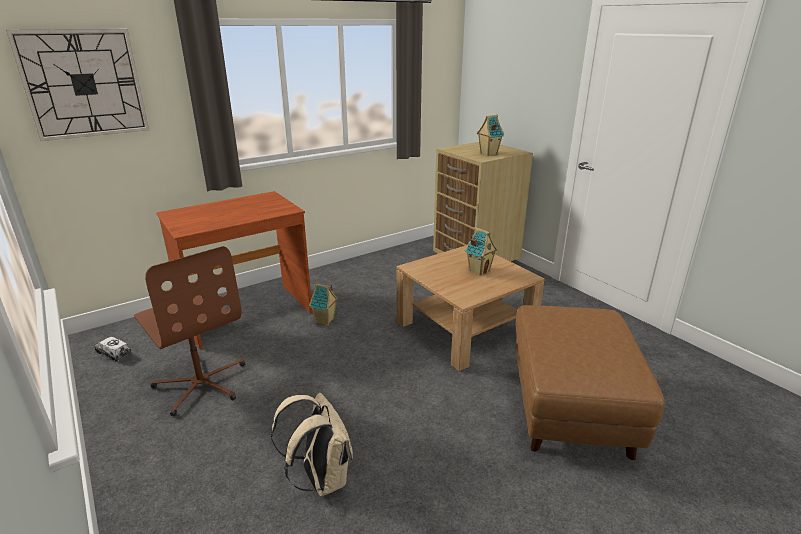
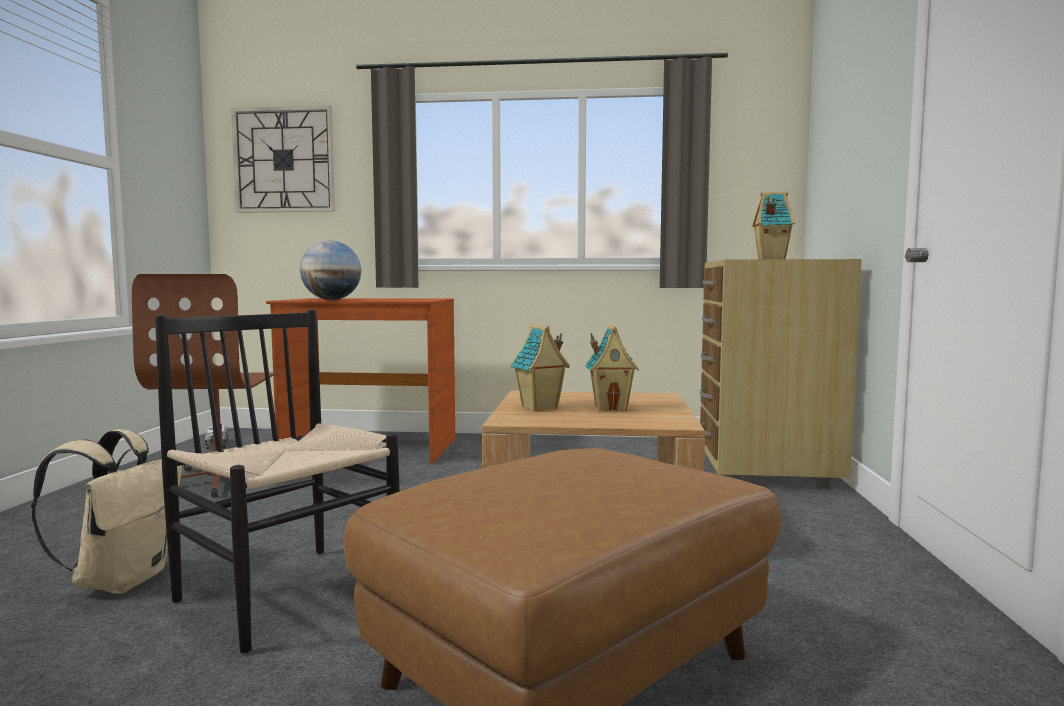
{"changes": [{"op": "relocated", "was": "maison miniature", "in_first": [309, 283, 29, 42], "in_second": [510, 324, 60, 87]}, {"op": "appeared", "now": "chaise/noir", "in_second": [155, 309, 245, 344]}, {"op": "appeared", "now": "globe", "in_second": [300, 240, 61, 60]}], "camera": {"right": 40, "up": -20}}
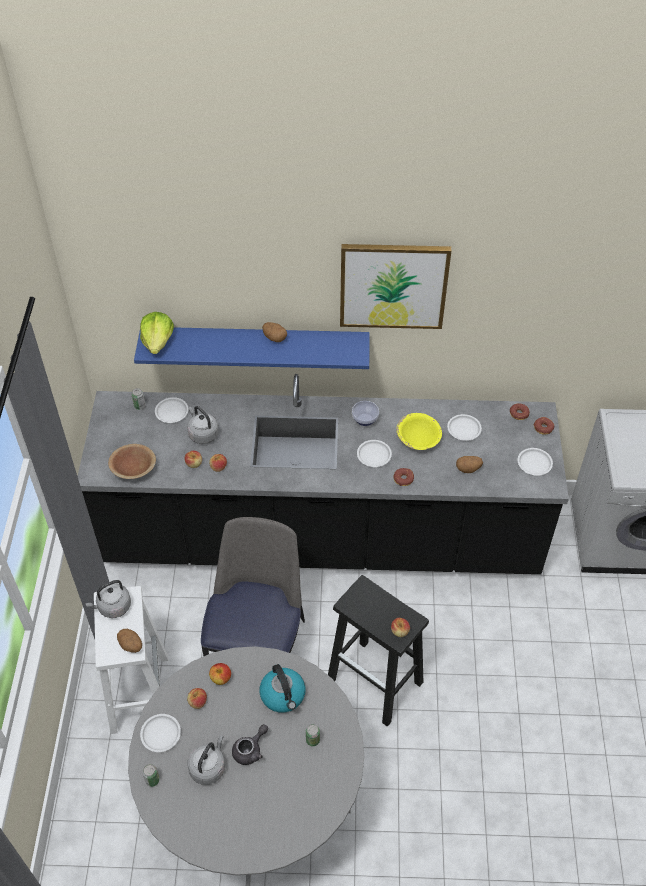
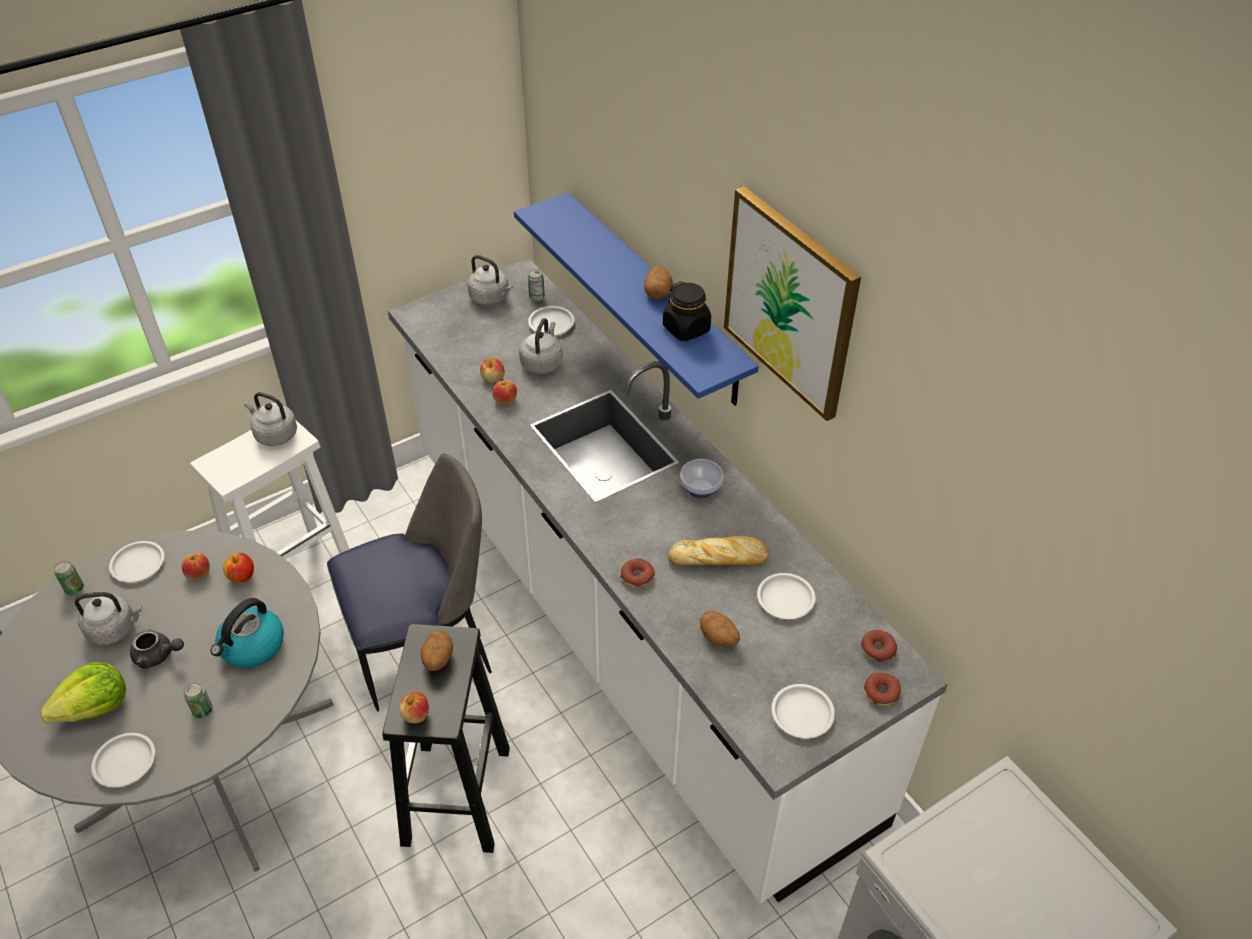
{"changes": [{"op": "colour", "was": "comptoir de cuisine/noir", "now": "comptoir de cuisine/blanc", "in_first": [78, 374, 491, 201], "in_second": [388, 258, 560, 645]}, {"op": "missing", "was": "bol/marron", "in_first": [108, 444, 48, 35]}, {"op": "relocated", "was": "pomme de terre", "in_first": [117, 629, 25, 24], "in_second": [420, 630, 33, 41]}, {"op": "relocated", "was": "laitue", "in_first": [140, 312, 34, 42], "in_second": [40, 662, 86, 61]}, {"op": "relocated", "was": "assiette/blanc", "in_first": [357, 440, 35, 27], "in_second": [91, 733, 64, 54]}, {"op": "exchanged", "was": "bol/jaune", "now": "pain", "in_first": [397, 413, 45, 37], "in_second": [668, 536, 100, 30]}, {"op": "appeared", "now": "bouilloire/gris", "in_second": [467, 255, 46, 50]}, {"op": "appeared", "now": "bocal/noir", "in_second": [663, 281, 48, 60]}], "camera": {"right": 55, "up": -5}}
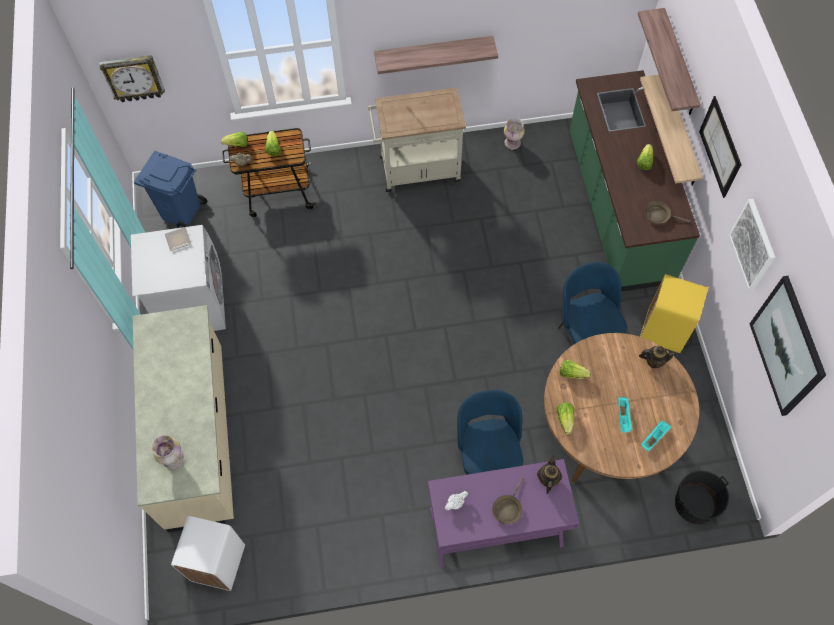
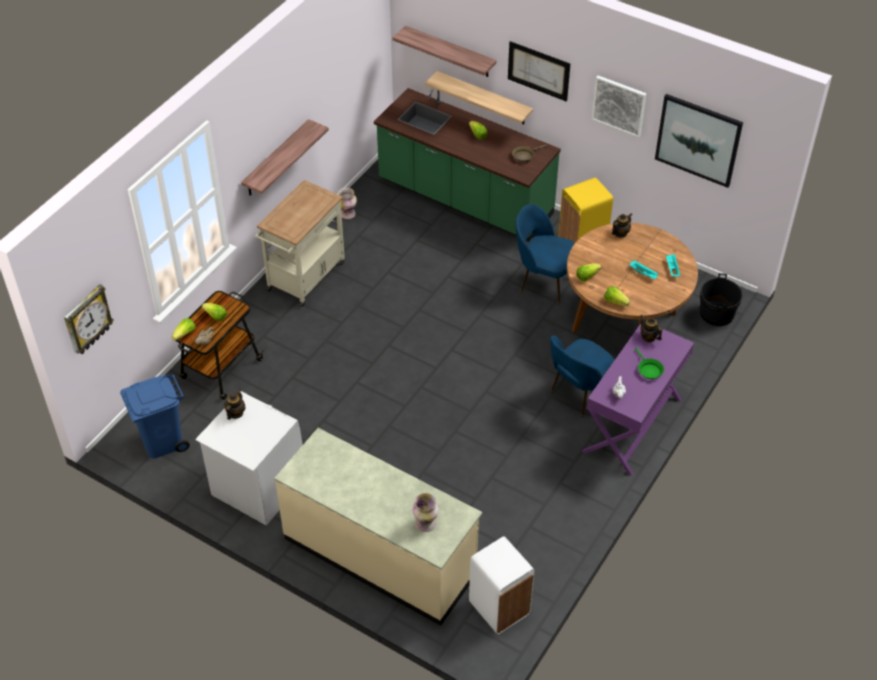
{"changes": [{"op": "exchanged", "was": "assiette", "now": "théière", "in_first": [165, 227, 26, 24], "in_second": [224, 389, 22, 31]}, {"op": "spun", "was": "chaise/bleu", "in_first": [457, 390, 66, 85], "in_second": [550, 336, 65, 81], "clockwise": -75}, {"op": "colour", "was": "poêle/marron", "now": "poêle/vert", "in_first": [492, 477, 32, 47], "in_second": [635, 348, 29, 31]}], "camera": {"right": -50, "up": -15}}
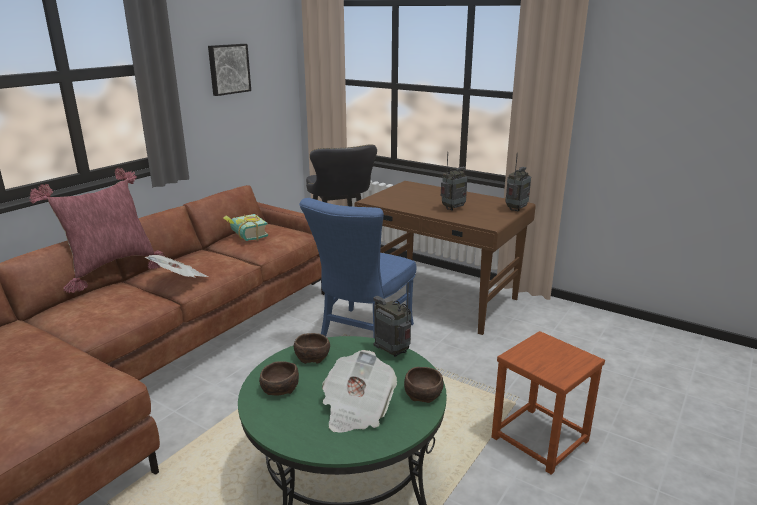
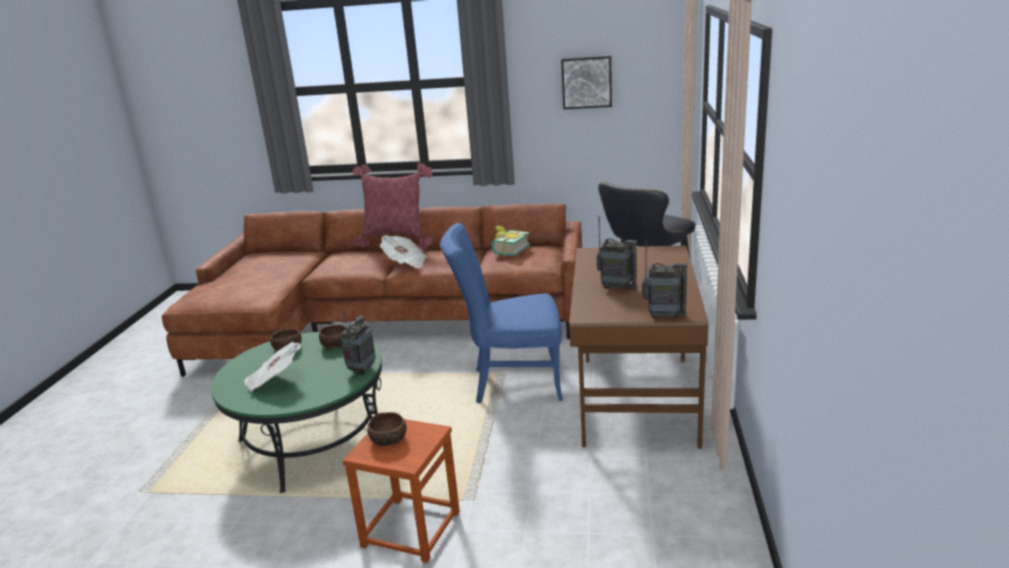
{"changes": [{"op": "relocated", "was": "bol/marron", "in_first": [404, 367, 40, 36], "in_second": [367, 412, 40, 35]}], "camera": {"right": 65, "up": 0}}
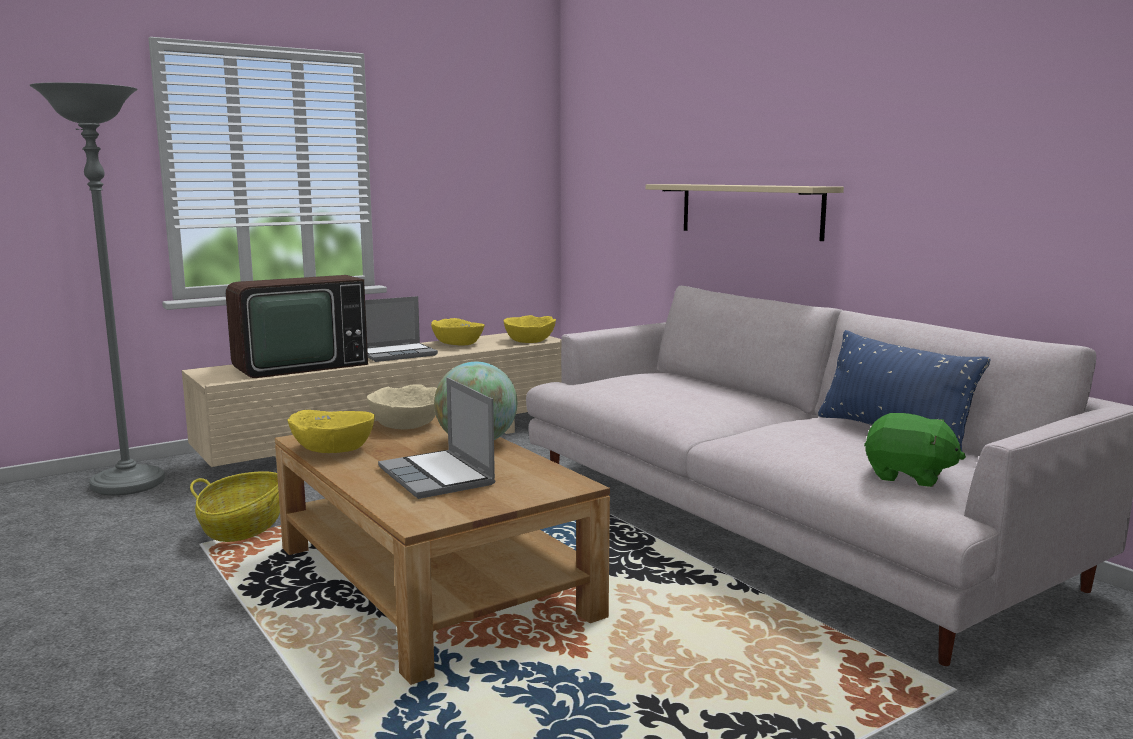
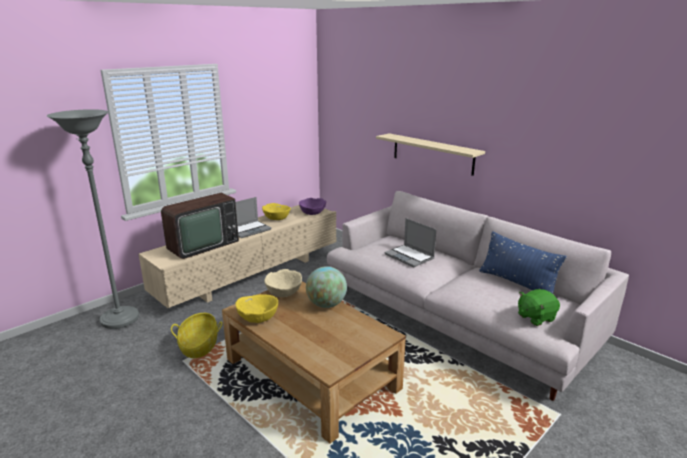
{"changes": [{"op": "relocated", "was": "ordinateur portable", "in_first": [378, 377, 118, 122], "in_second": [385, 218, 51, 49]}, {"op": "colour", "was": "bol/jaune", "now": "bol/violet", "in_first": [504, 315, 52, 28], "in_second": [299, 198, 27, 17]}, {"op": "spun", "was": "peluche/vert", "in_first": [864, 413, 102, 74], "in_second": [518, 289, 42, 37], "clockwise": 135}], "camera": {"right": -10, "up": 10}}
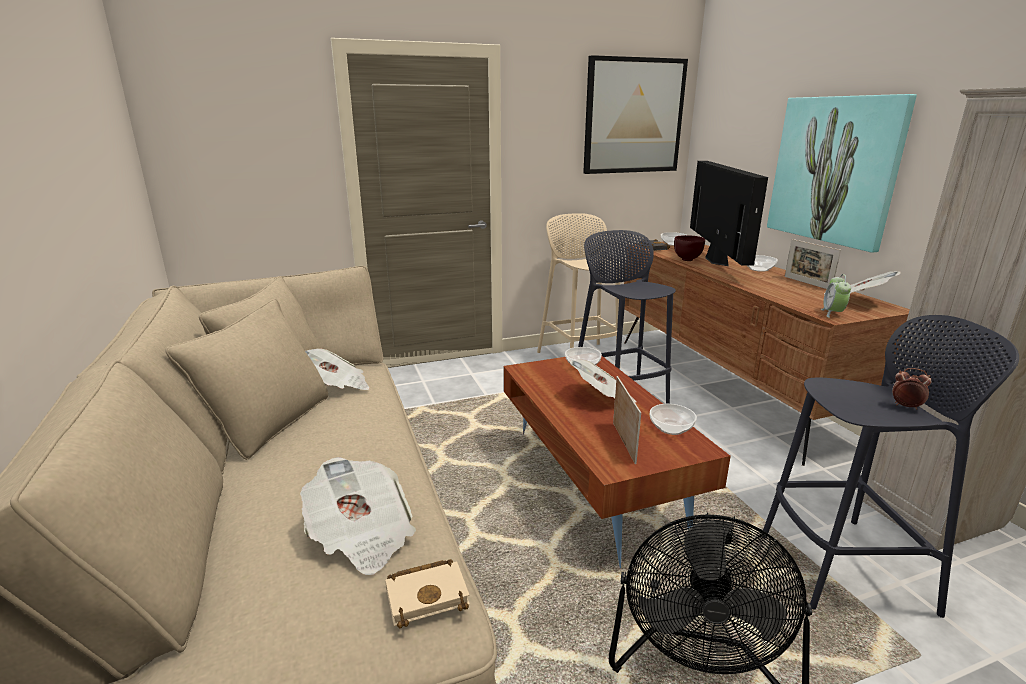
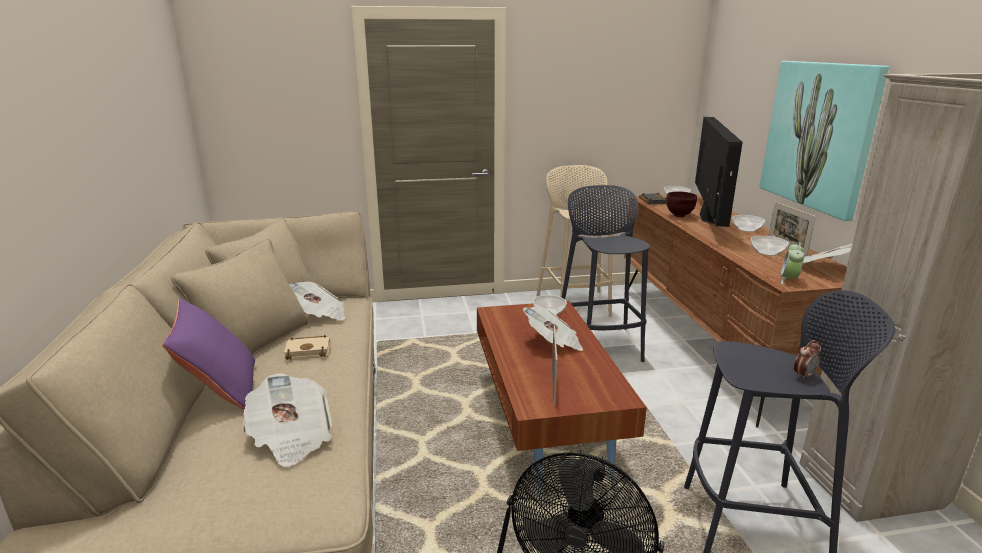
{"changes": [{"op": "relocated", "was": "livre/beige", "in_first": [386, 559, 84, 70], "in_second": [284, 335, 46, 25]}, {"op": "missing", "was": "tableau", "in_first": [583, 55, 105, 119]}, {"op": "relocated", "was": "bol", "in_first": [650, 404, 47, 31], "in_second": [751, 236, 38, 20]}, {"op": "spun", "was": "réveil", "in_first": [892, 368, 40, 42], "in_second": [794, 340, 28, 40], "clockwise": 105}, {"op": "appeared", "now": "coussin/violet", "in_second": [162, 298, 93, 111]}], "camera": {"right": 10, "up": 0}}
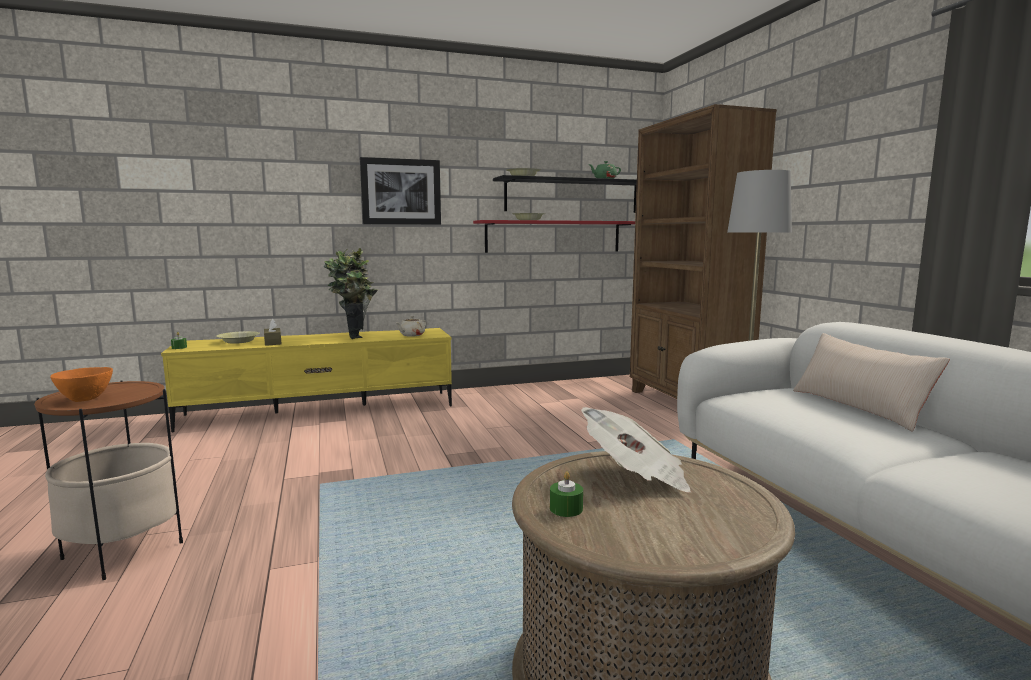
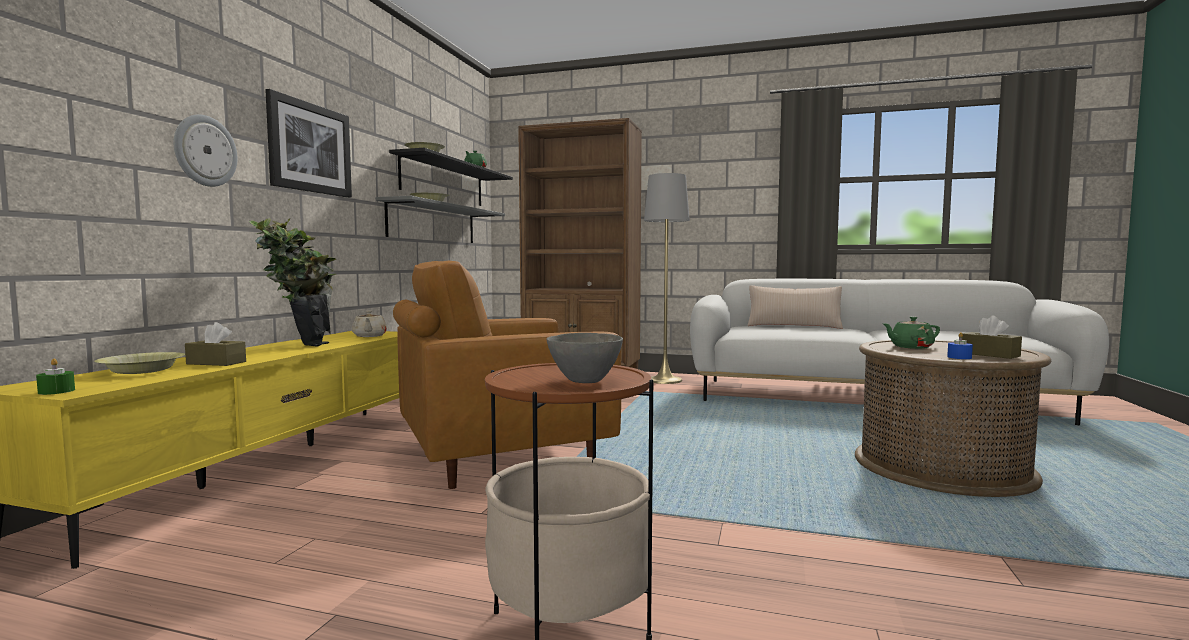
{"changes": [{"op": "colour", "was": "bol/orange", "now": "bol/gris", "in_first": [50, 367, 63, 35], "in_second": [547, 333, 76, 50]}, {"op": "colour", "was": "étagère/rouge", "now": "étagère/gris", "in_first": [473, 220, 162, 33], "in_second": [375, 196, 130, 47]}, {"op": "colour", "was": "bougie/vert", "now": "bougie/bleu", "in_first": [550, 471, 33, 46], "in_second": [947, 332, 26, 27]}, {"op": "exchanged", "was": "journal", "now": "théière/vert", "in_first": [581, 407, 110, 85], "in_second": [884, 316, 56, 33]}, {"op": "appeared", "now": "horloge murale", "in_second": [174, 114, 63, 73]}, {"op": "appeared", "now": "fauteuil/marron", "in_second": [393, 261, 228, 228]}, {"op": "appeared", "now": "boîte à mouchoirs/marron", "in_second": [962, 315, 60, 44]}], "camera": {"right": -55, "up": -5}}
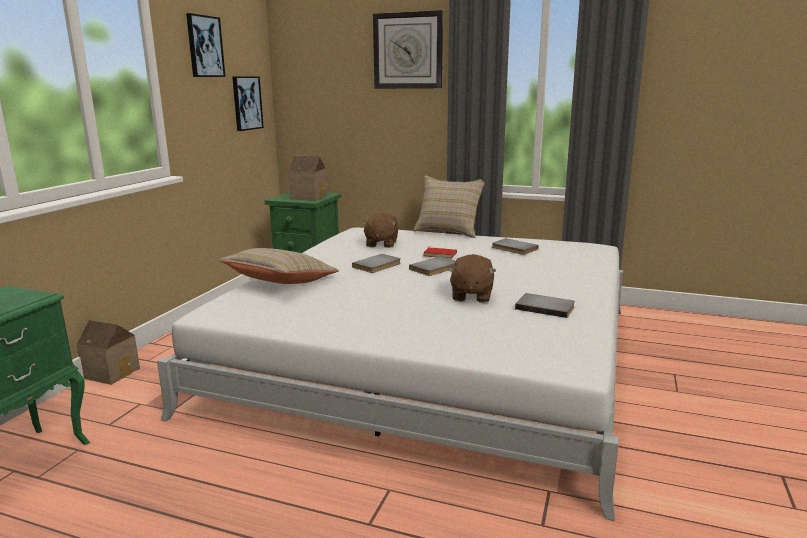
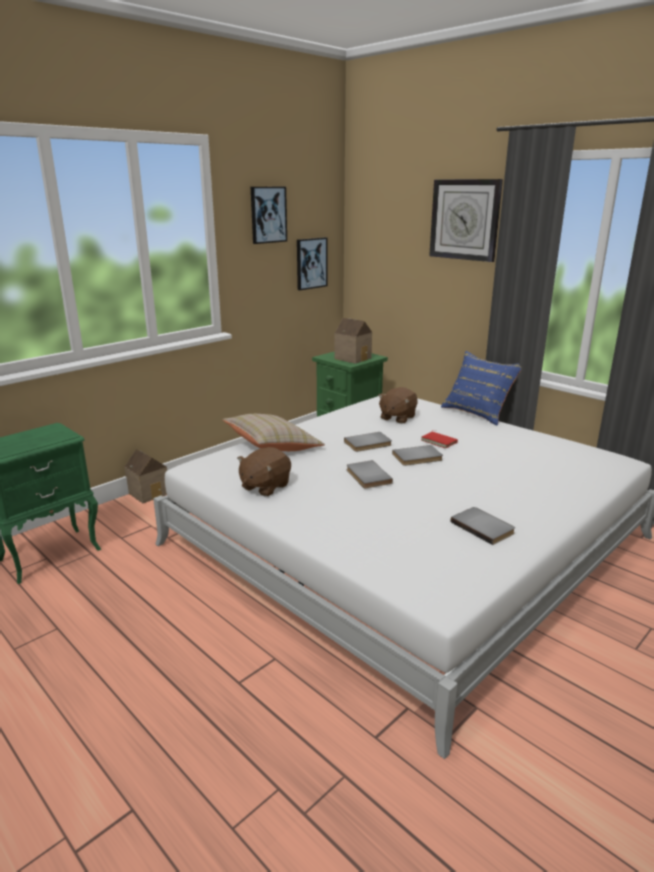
{"changes": [{"op": "colour", "was": "coussin/beige", "now": "coussin/bleu", "in_first": [413, 176, 72, 62], "in_second": [441, 351, 81, 75]}, {"op": "relocated", "was": "peluche/marron", "in_first": [448, 254, 48, 49], "in_second": [237, 447, 54, 49]}, {"op": "relocated", "was": "livre/gris", "in_first": [492, 238, 47, 17], "in_second": [347, 460, 46, 28]}], "camera": {"right": 25, "up": 5}}
